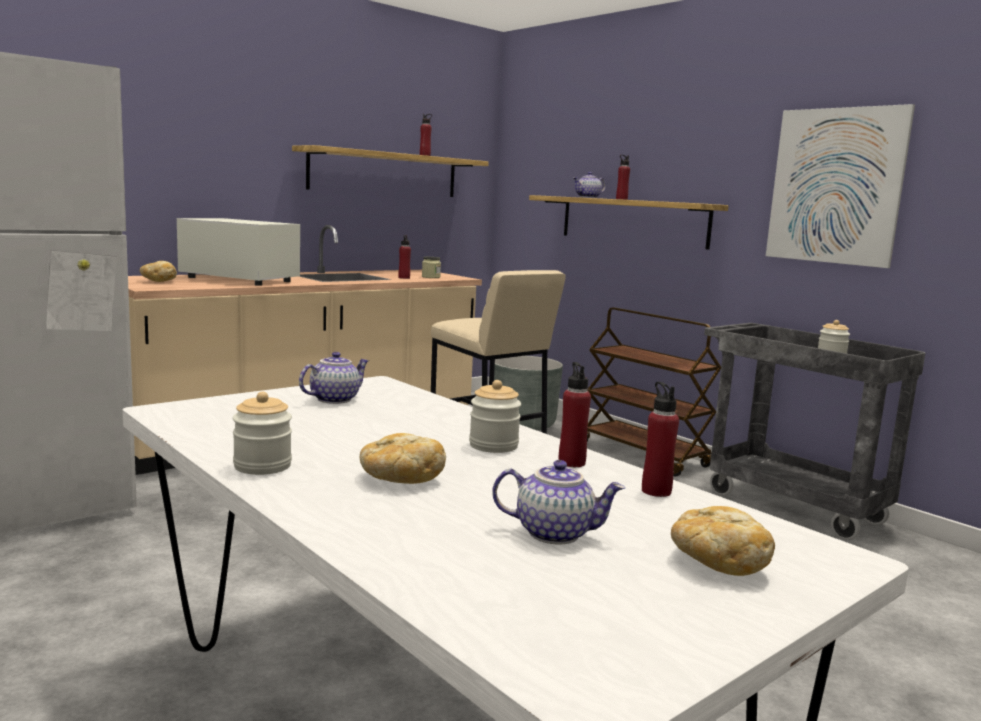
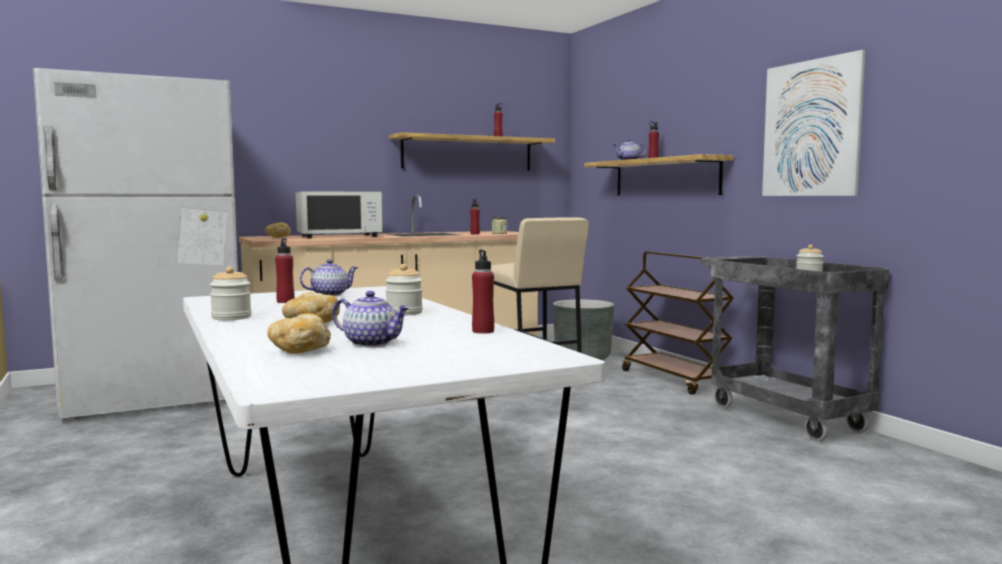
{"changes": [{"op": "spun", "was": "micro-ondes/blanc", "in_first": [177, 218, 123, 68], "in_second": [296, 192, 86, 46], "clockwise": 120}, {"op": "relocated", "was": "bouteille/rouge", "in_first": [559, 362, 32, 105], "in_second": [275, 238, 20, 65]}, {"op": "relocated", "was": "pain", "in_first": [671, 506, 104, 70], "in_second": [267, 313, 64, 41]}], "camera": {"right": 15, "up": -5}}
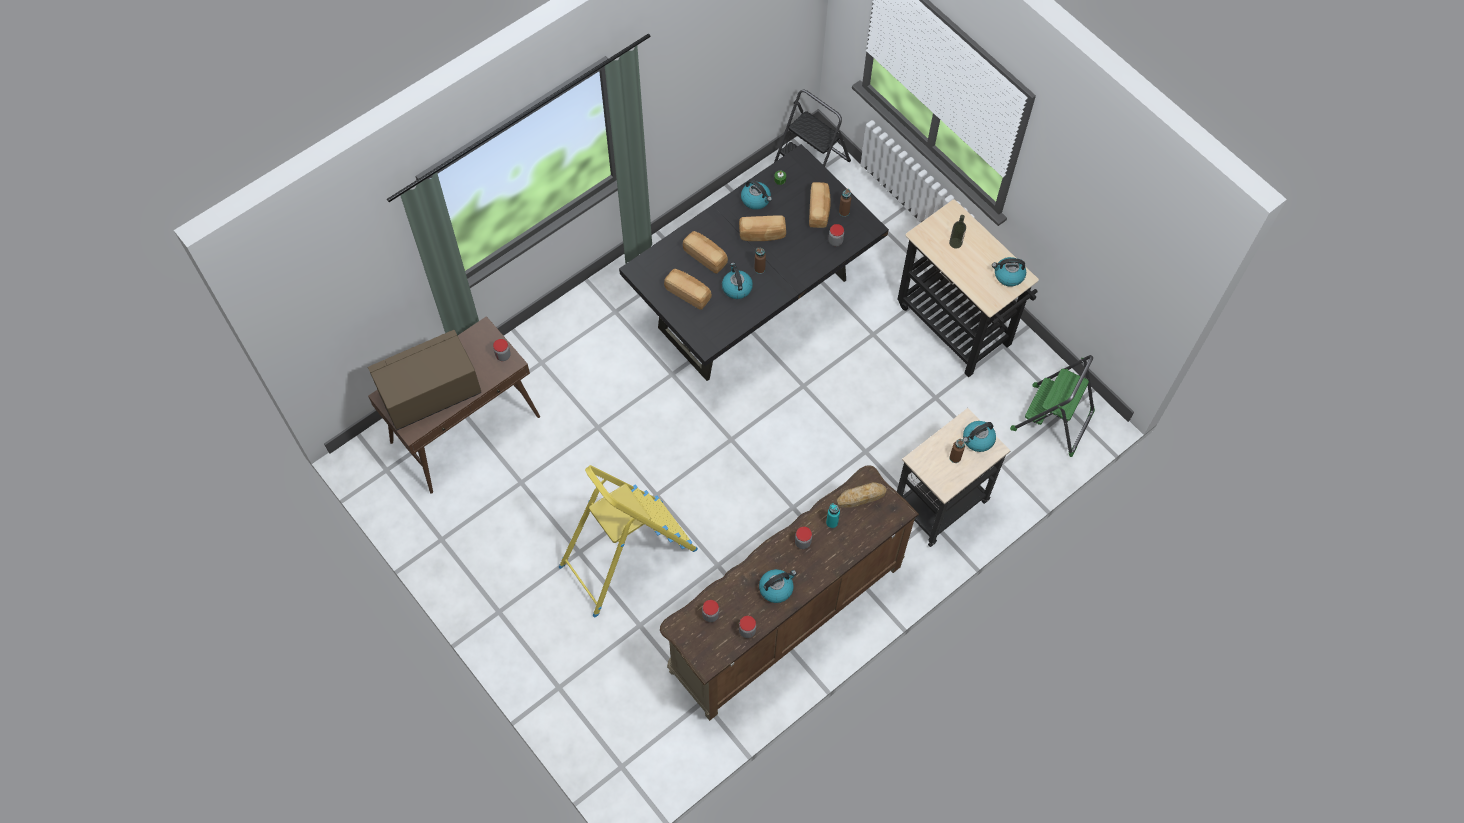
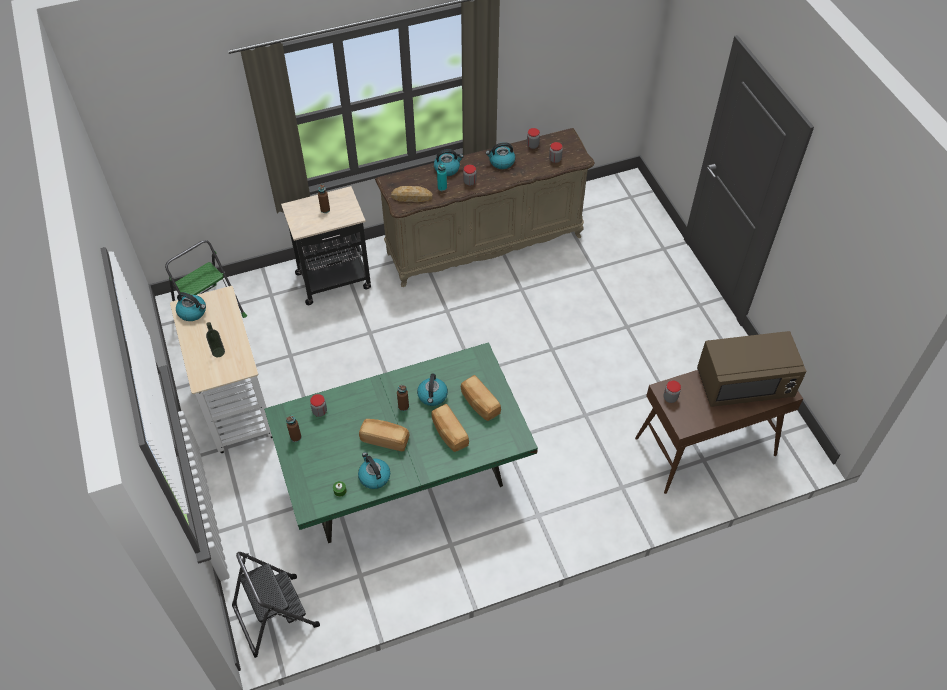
{"changes": [{"op": "missing", "was": "escabeau/jaune", "in_first": [559, 465, 139, 152]}, {"op": "colour", "was": "table à manger/noir", "now": "table à manger/vert", "in_first": [619, 144, 270, 237], "in_second": [264, 342, 274, 201]}, {"op": "missing", "was": "pain", "in_first": [809, 182, 21, 46]}, {"op": "colour", "was": "chariot/noir", "now": "chariot/blanc", "in_first": [897, 199, 142, 178], "in_second": [170, 286, 103, 167]}, {"op": "relocated", "was": "bouilloire", "in_first": [963, 421, 33, 31], "in_second": [434, 149, 30, 27]}], "camera": {"right": -160, "up": -10}}
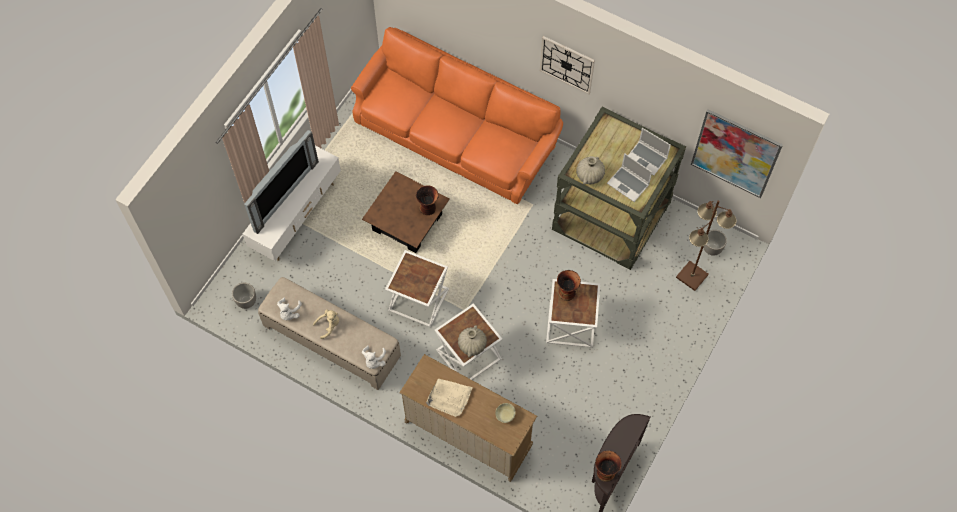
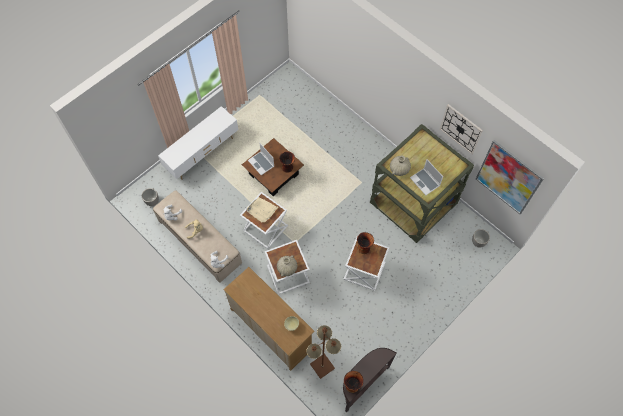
{"changes": [{"op": "missing", "was": "téléviseur", "in_first": [244, 130, 75, 104]}, {"op": "missing", "was": "canapé/orange", "in_first": [351, 27, 212, 177]}, {"op": "relocated", "was": "plateau/beige", "in_first": [426, 379, 47, 38], "in_second": [246, 197, 32, 25]}, {"op": "relocated", "was": "horloge murale", "in_first": [540, 36, 55, 58], "in_second": [440, 104, 43, 50]}, {"op": "relocated", "was": "ordinateur portable", "in_first": [628, 128, 43, 48], "in_second": [248, 143, 26, 32]}, {"op": "relocated", "was": "lampadaire/marron", "in_first": [676, 201, 60, 90], "in_second": [306, 325, 35, 54]}], "camera": {"right": 15, "up": 0}}
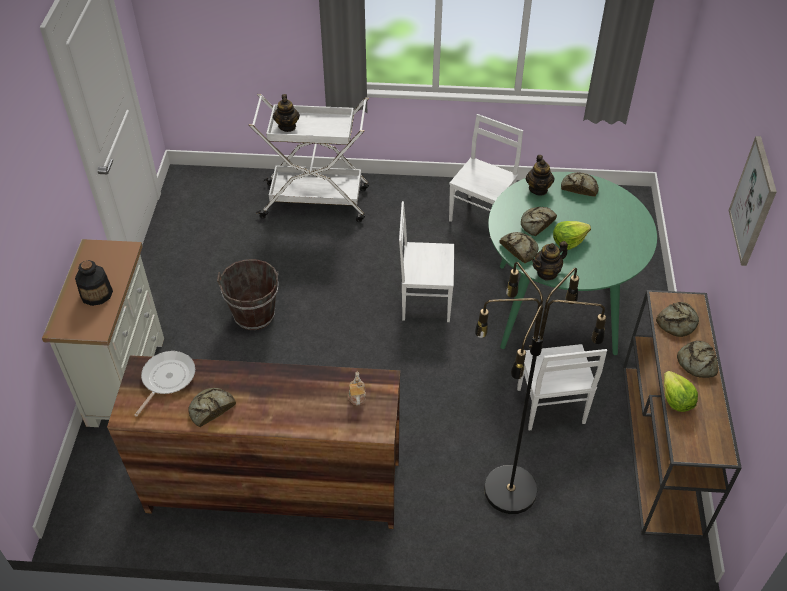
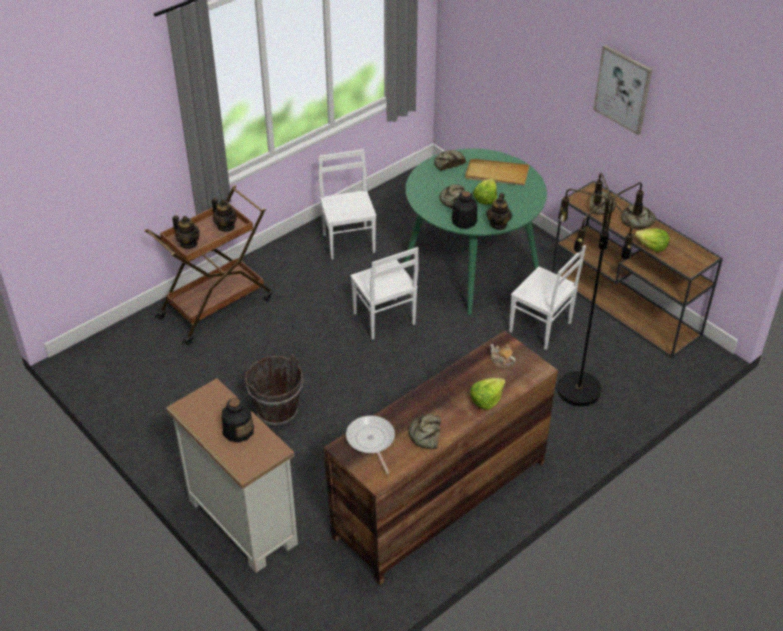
{"changes": [{"op": "colour", "was": "chariot/blanc", "now": "chariot/marron", "in_first": [249, 94, 120, 128], "in_second": [144, 185, 128, 161]}, {"op": "spun", "was": "chaise/blanc", "in_first": [399, 201, 55, 121], "in_second": [350, 247, 68, 92], "clockwise": -75}, {"op": "exchanged", "was": "pain", "now": "bouteille", "in_first": [499, 232, 40, 31], "in_second": [452, 191, 25, 38]}, {"op": "relocated", "was": "théière", "in_first": [525, 155, 30, 41], "in_second": [212, 198, 25, 34]}, {"op": "appeared", "now": "plateau/beige", "in_second": [465, 159, 64, 27]}, {"op": "appeared", "now": "laitue", "in_second": [470, 378, 36, 32]}], "camera": {"right": -45, "up": -5}}
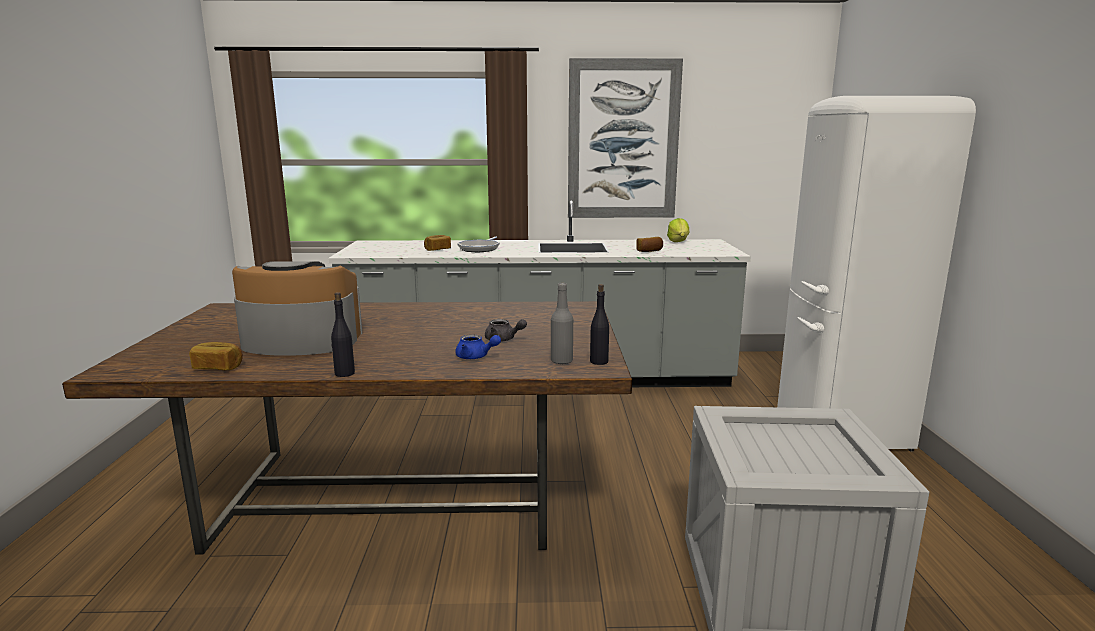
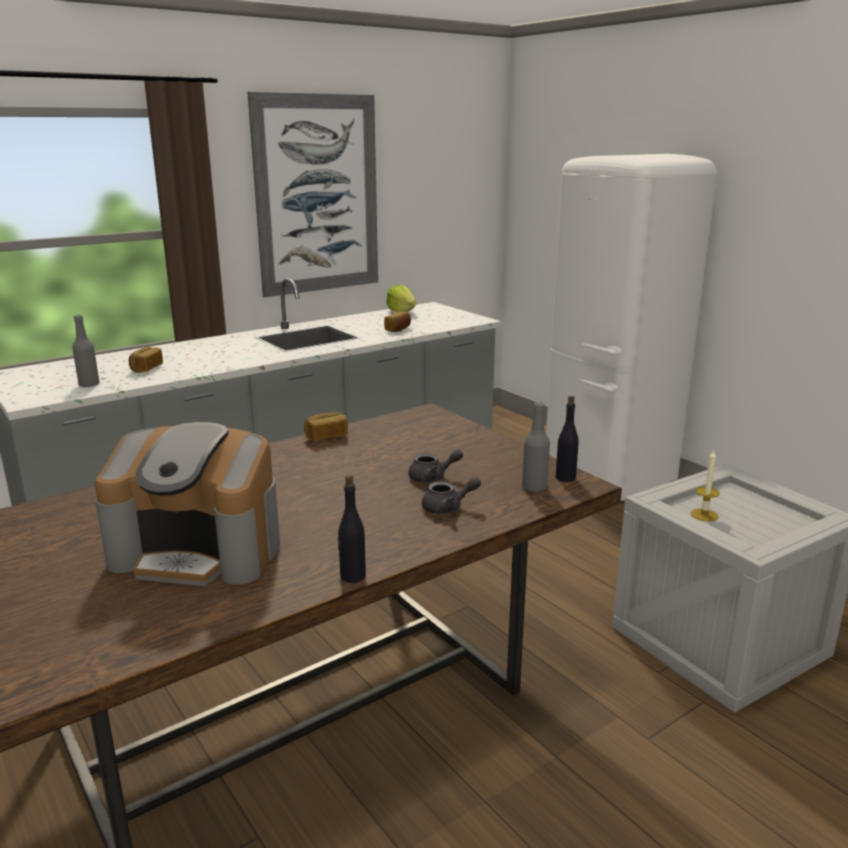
{"changes": [{"op": "relocated", "was": "pain", "in_first": [189, 342, 54, 28], "in_second": [304, 412, 44, 29]}, {"op": "spun", "was": "machine à café", "in_first": [232, 261, 130, 94], "in_second": [95, 422, 185, 164], "clockwise": -135}, {"op": "colour", "was": "théière/bleu", "now": "théière/gris", "in_first": [455, 334, 46, 25], "in_second": [422, 477, 59, 37]}, {"op": "missing", "was": "poêle", "in_first": [457, 236, 43, 17]}, {"op": "appeared", "now": "bouteille/gris", "in_second": [72, 315, 27, 73]}, {"op": "appeared", "now": "bougie", "in_second": [691, 451, 29, 71]}], "camera": {"right": -35, "up": 5}}
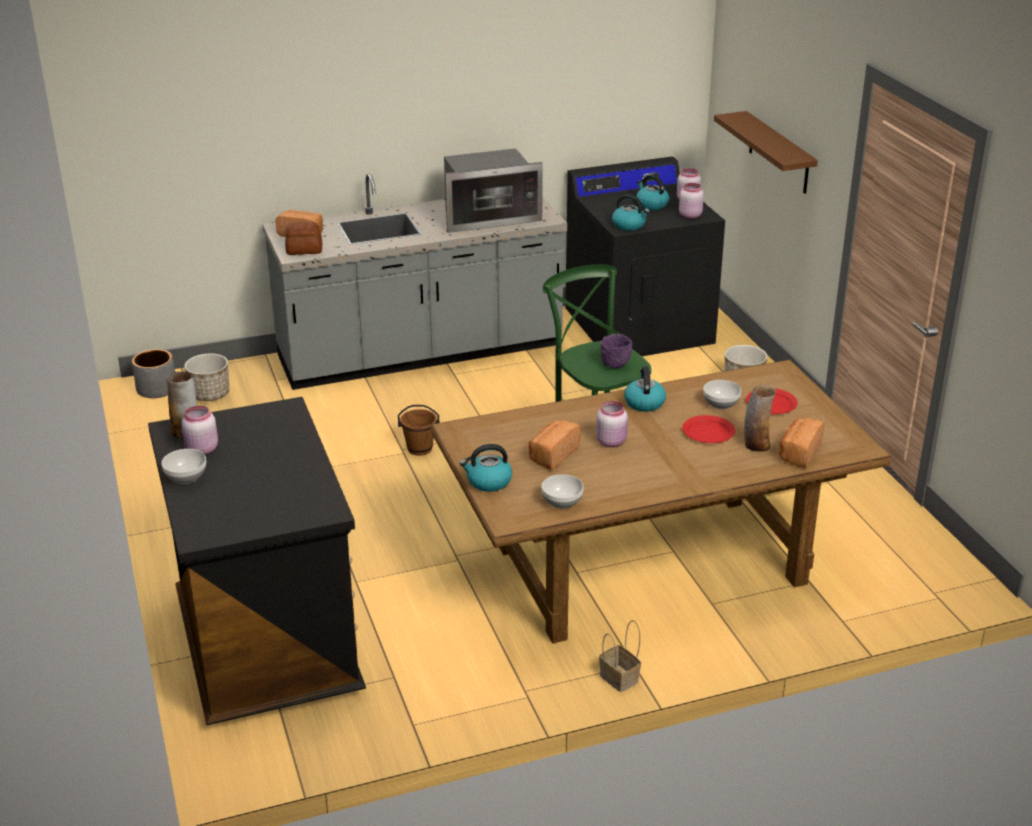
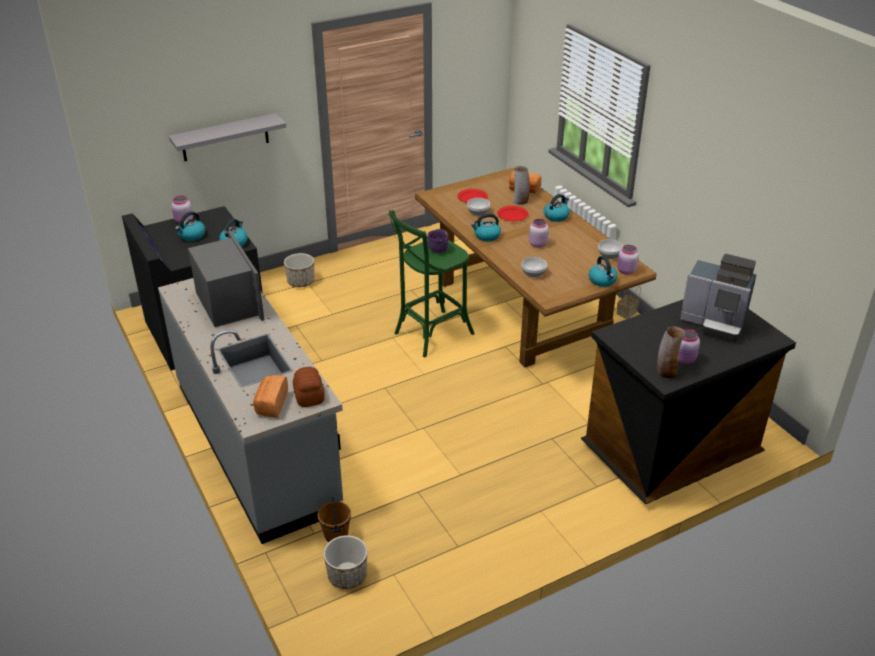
{"changes": [{"op": "missing", "was": "cache-pot/gris", "in_first": [132, 349, 43, 49]}, {"op": "relocated", "was": "bol", "in_first": [161, 449, 45, 35], "in_second": [522, 257, 25, 20]}, {"op": "relocated", "was": "seau/marron", "in_first": [398, 405, 42, 51], "in_second": [318, 497, 33, 45]}, {"op": "missing", "was": "pain", "in_first": [529, 420, 52, 50]}, {"op": "relocated", "was": "bocal/rose", "in_first": [679, 183, 25, 36], "in_second": [617, 245, 22, 29]}, {"op": "colour", "was": "étagère/marron", "now": "étagère/gris", "in_first": [714, 111, 104, 83], "in_second": [169, 113, 117, 48]}, {"op": "appeared", "now": "bouilloire", "in_second": [544, 194, 26, 28]}, {"op": "appeared", "now": "machine à café", "in_second": [680, 254, 77, 88]}], "camera": {"right": -100, "up": 5}}
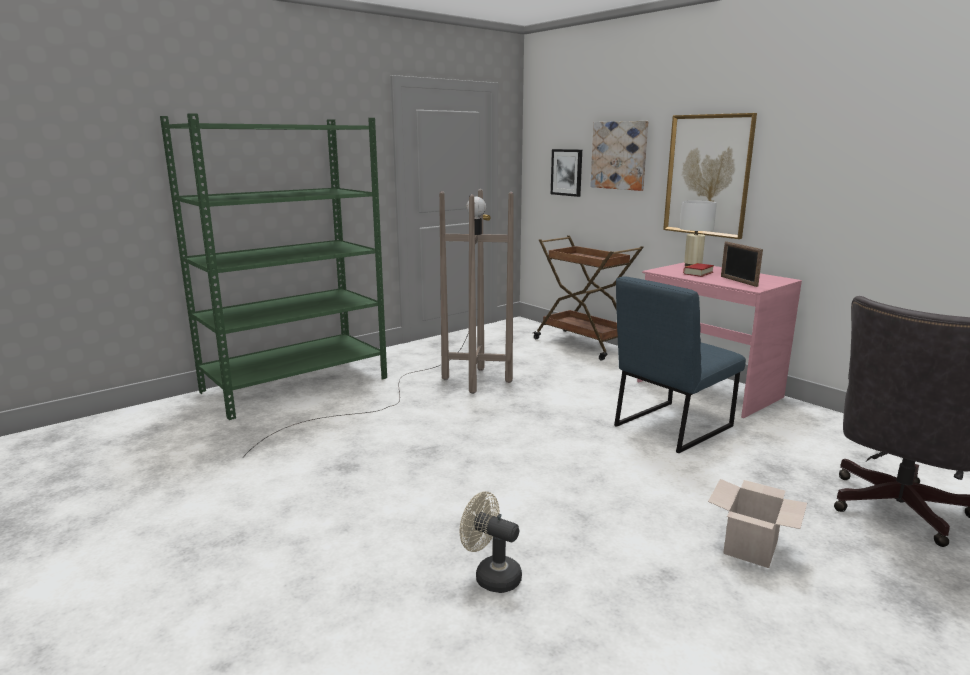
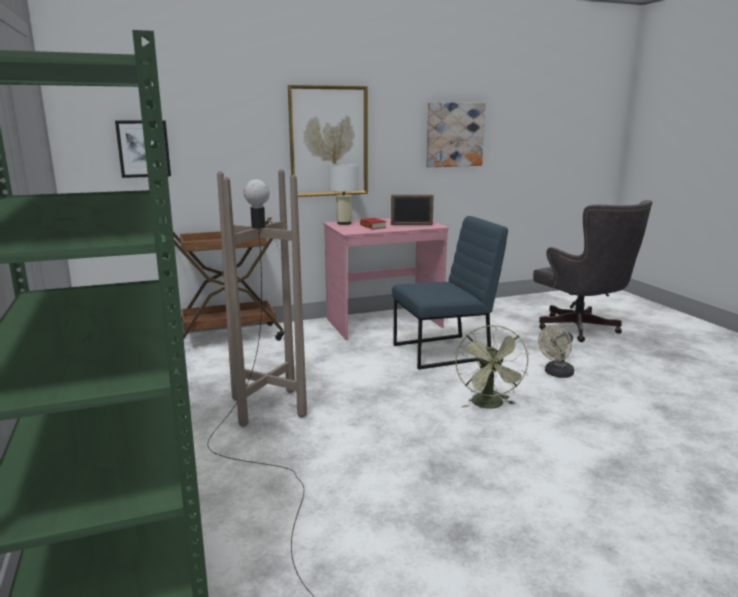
{"changes": [{"op": "relocated", "was": "ventilateur/beige", "in_first": [460, 491, 62, 102], "in_second": [538, 325, 36, 53]}, {"op": "relocated", "was": "tableau", "in_first": [590, 121, 58, 70], "in_second": [426, 102, 60, 65]}, {"op": "spun", "was": "chaise/bleu", "in_first": [614, 276, 132, 177], "in_second": [392, 216, 116, 154], "clockwise": -90}, {"op": "missing", "was": "carton", "in_first": [708, 479, 99, 89]}, {"op": "appeared", "now": "ventilateur/vert", "in_second": [455, 325, 75, 84]}], "camera": {"right": -70, "up": 0}}
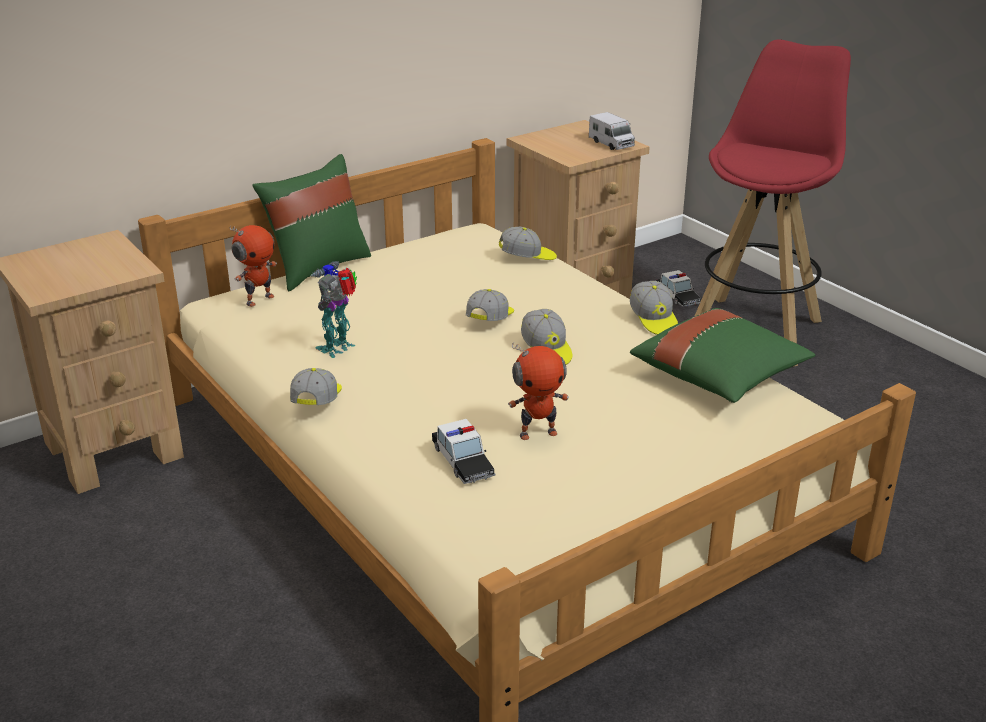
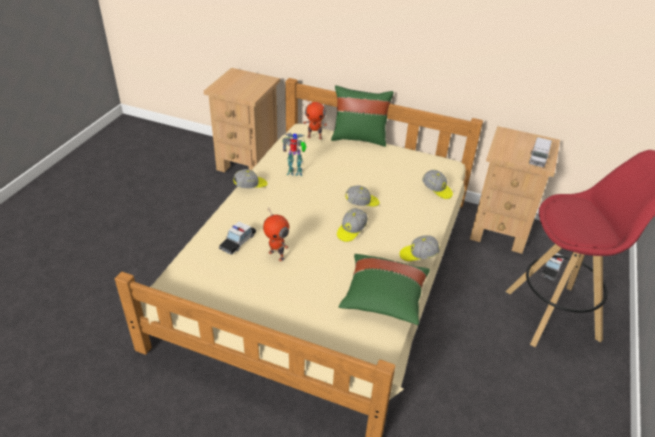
{"changes": [{"op": "spun", "was": "casquette", "in_first": [630, 281, 48, 54], "in_second": [400, 235, 40, 26], "clockwise": 45}], "camera": {"right": 55, "up": 10}}
